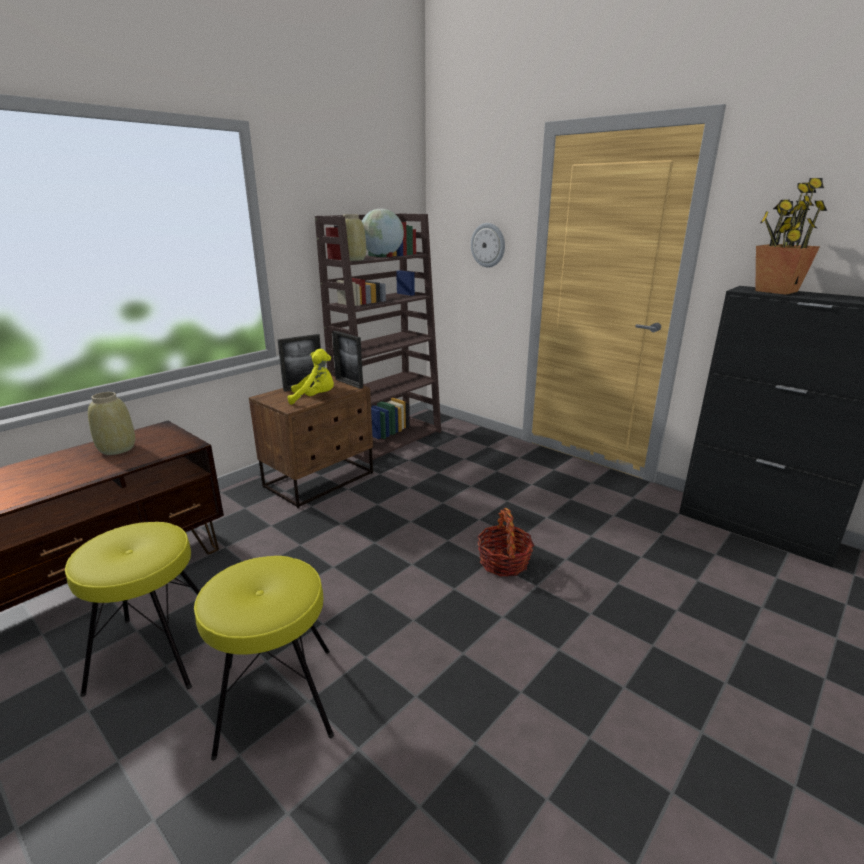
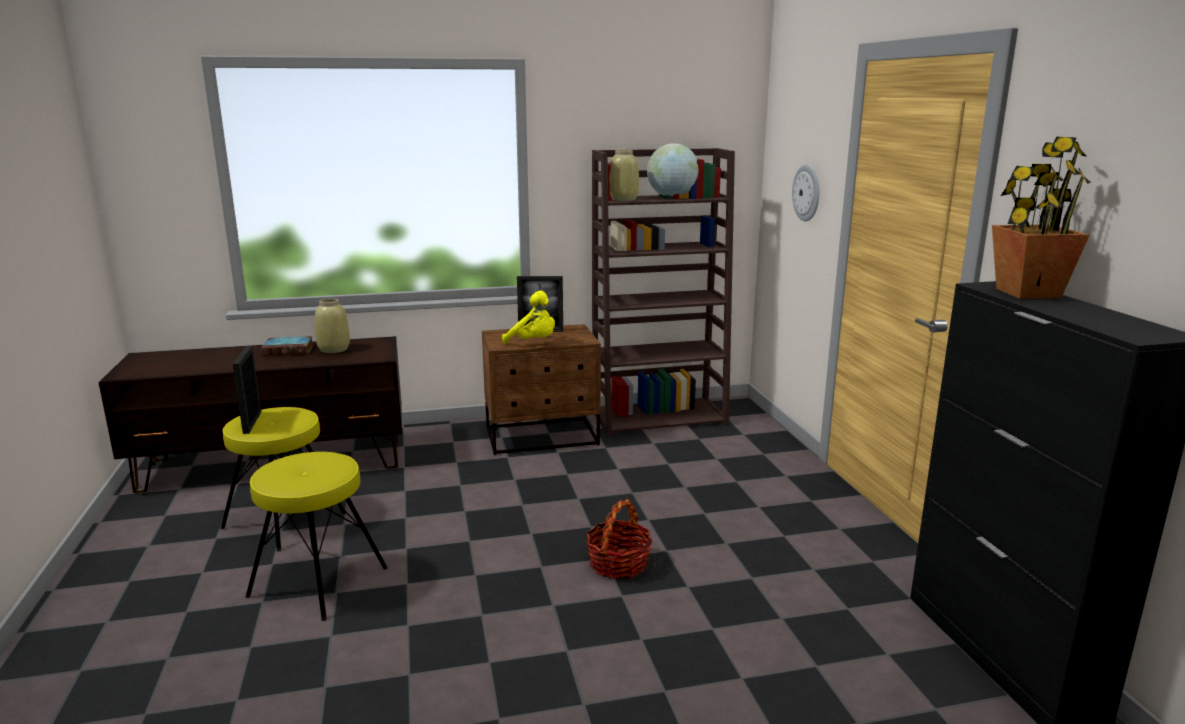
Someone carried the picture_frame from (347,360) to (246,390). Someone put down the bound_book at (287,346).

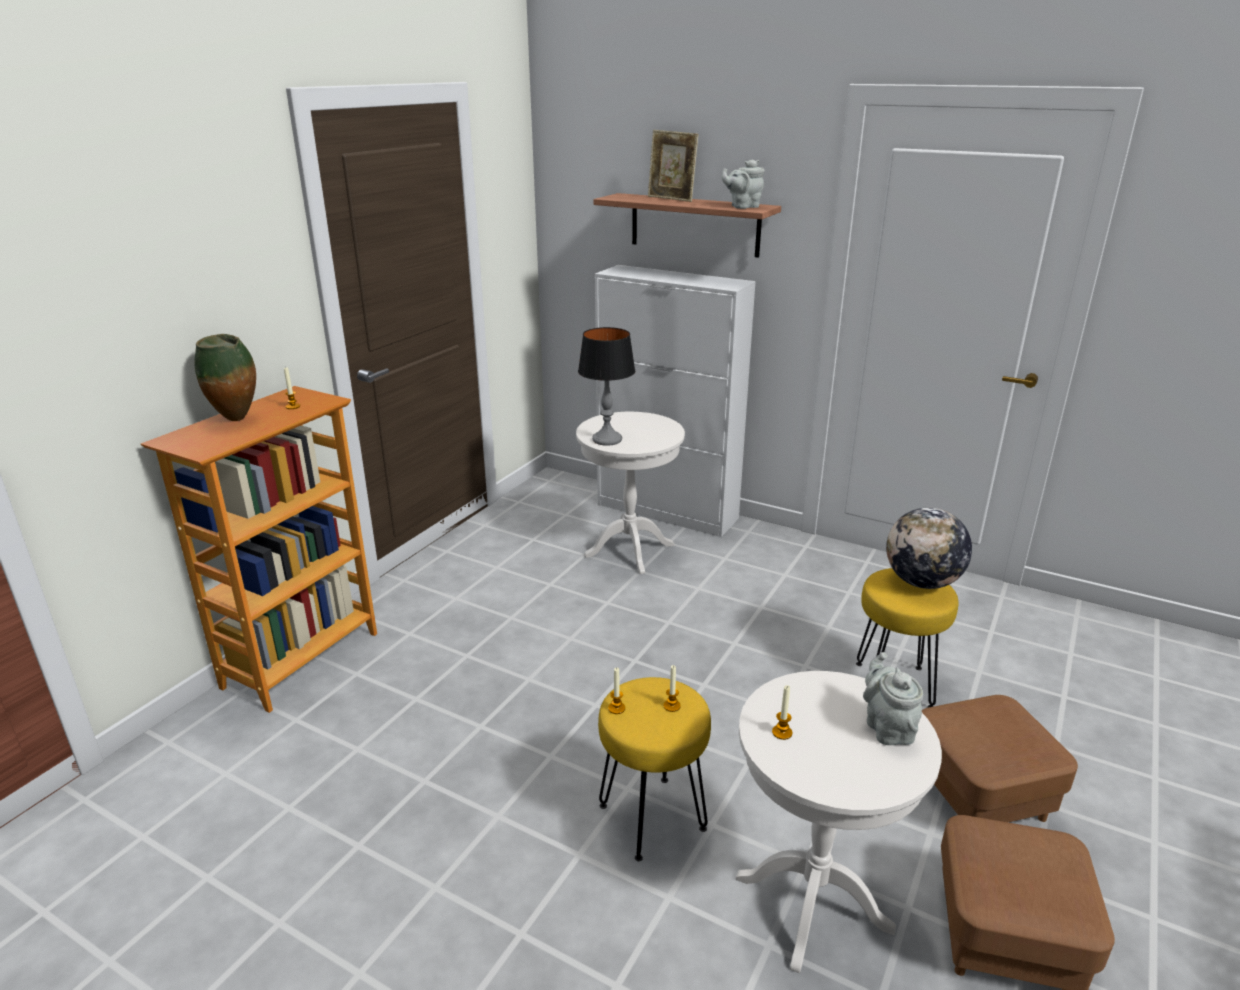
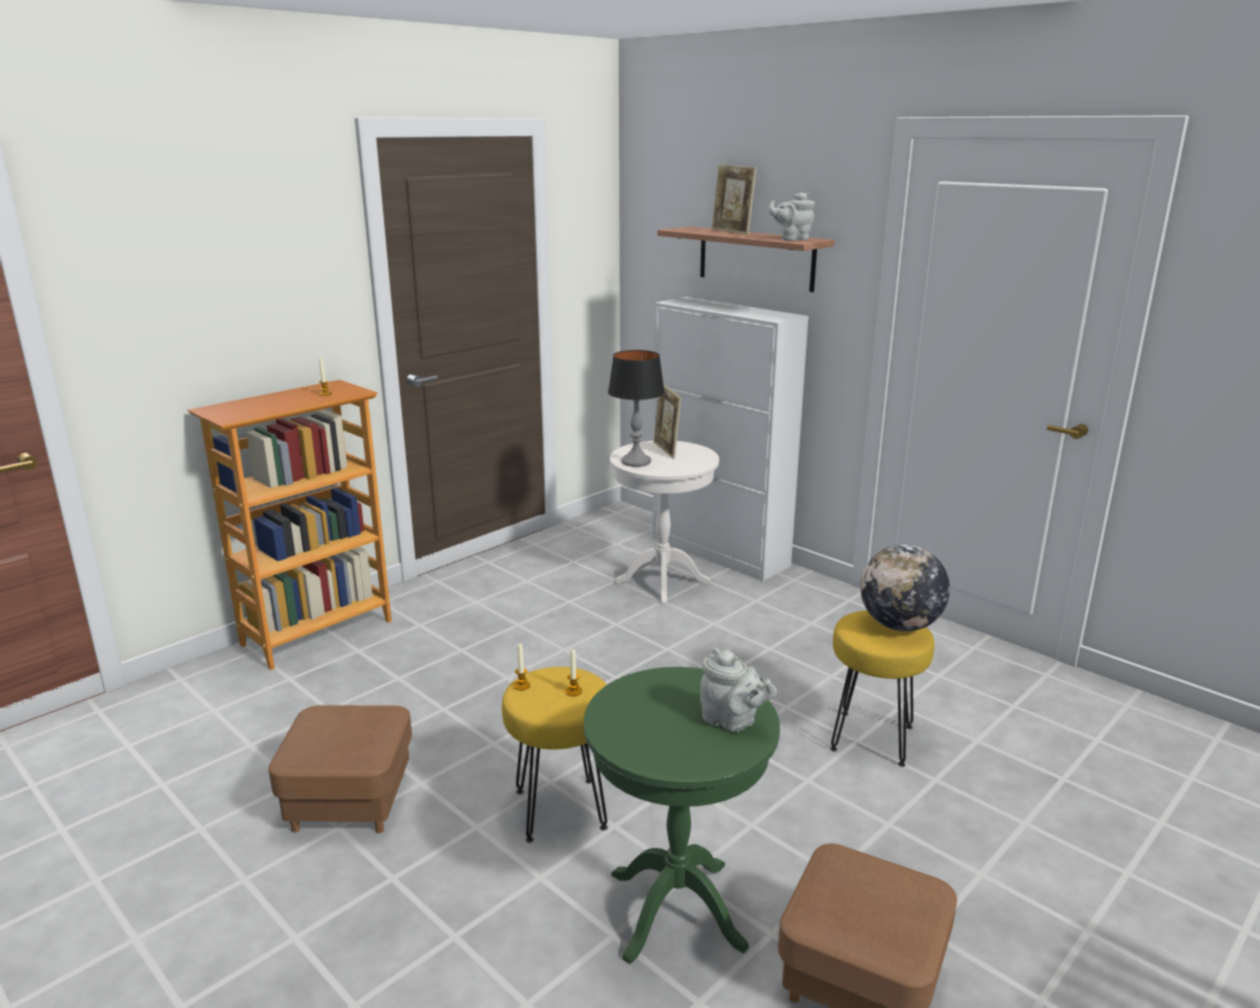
Someone took away the flower_vase at (225,377). Someone rotated the greyish_teapot at (893,698) by 120 degrees clockwise. Someone repainted the white-coloured_side_table at (838,822), which became the greenish_side_table at (682,815). Someone took away the candle at (782,712). Someone carried the brownish_ottoman from (1000,758) to (340,769). Someone put down the picture_frame at (667,422).

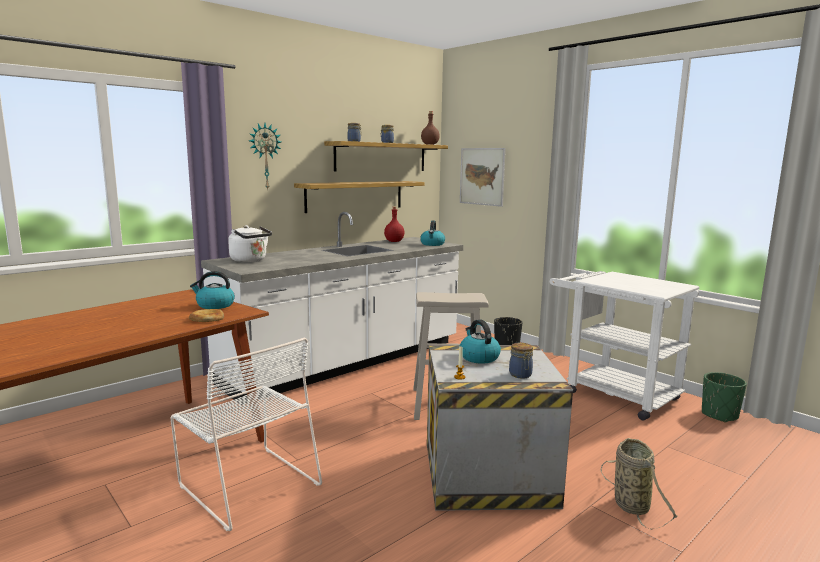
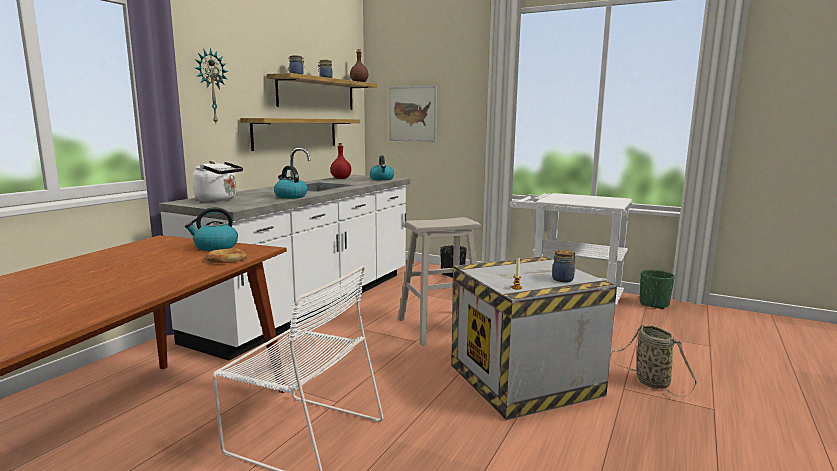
Someone carried the kettle from (480,341) to (290,182).

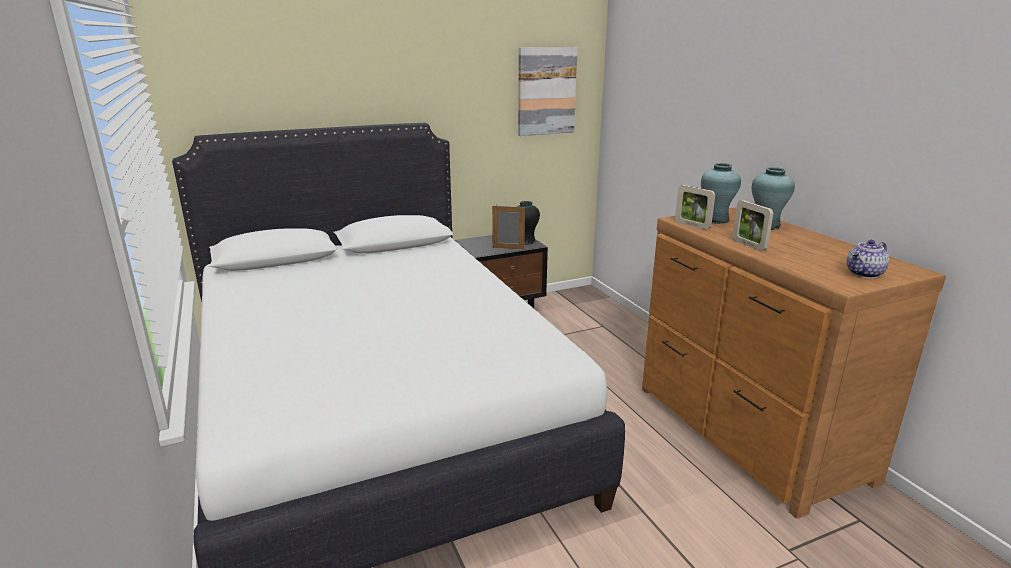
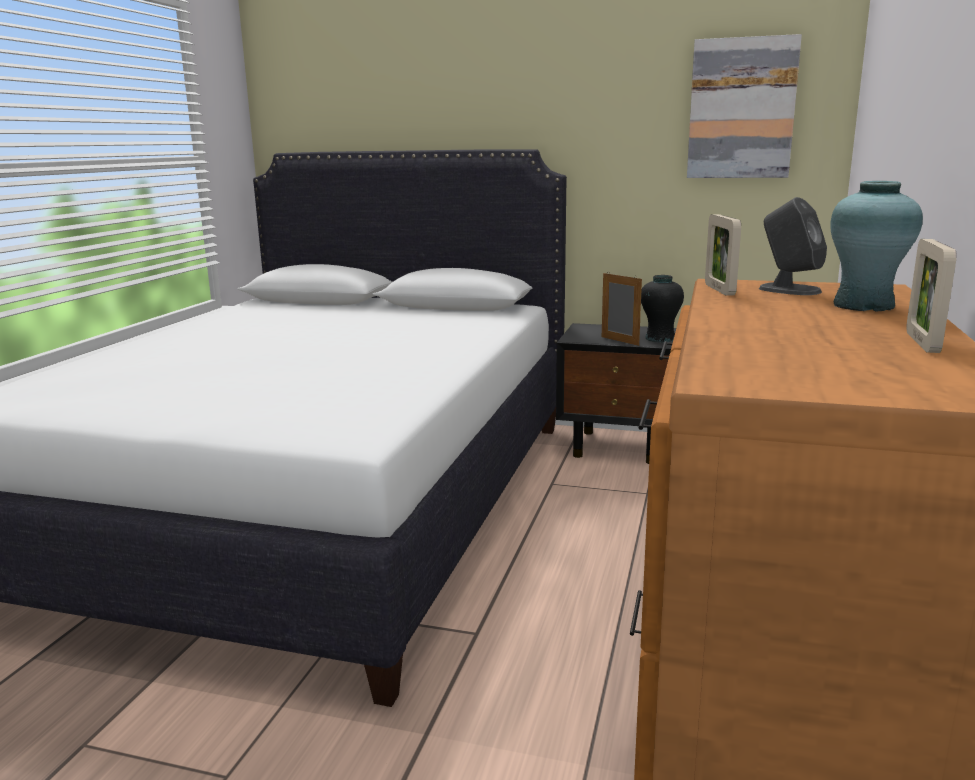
Someone swapped the turquoise_flower_vase at (721,193) for the greyish_audio_speaker at (793,246). Someone carried the picture_frame from (752,225) to (931,296). Someone took away the teapot at (868,259).

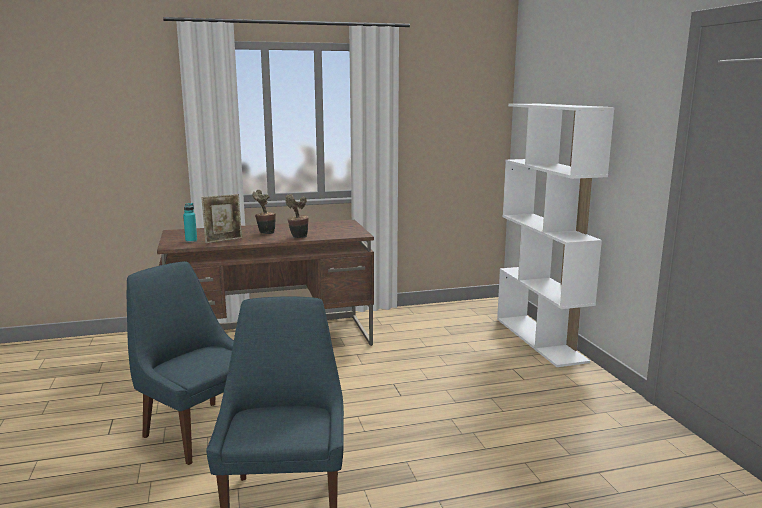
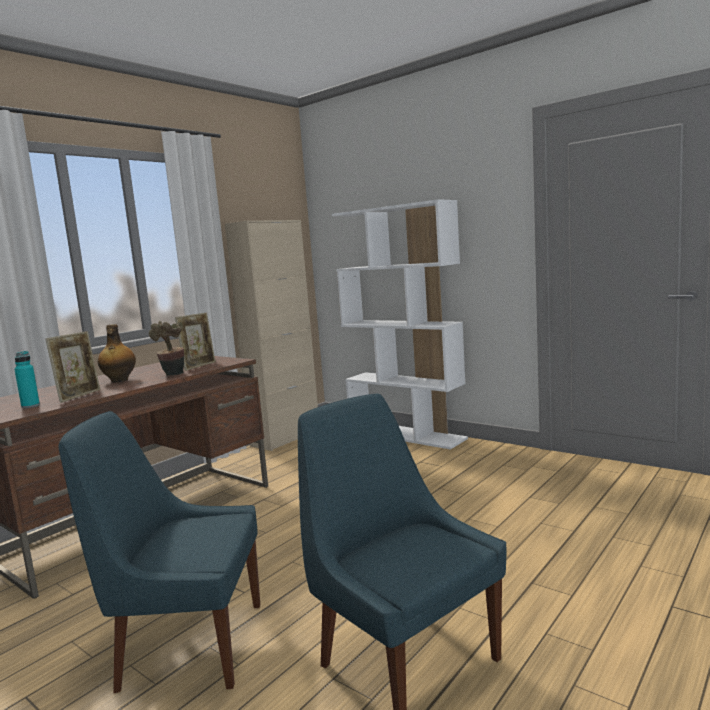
Someone swapped the houseplant at (264,212) for the bottle at (117,353). Someone put down the beige_storage_cabinet at (271,335). Someone put down the picture_frame at (195,341).

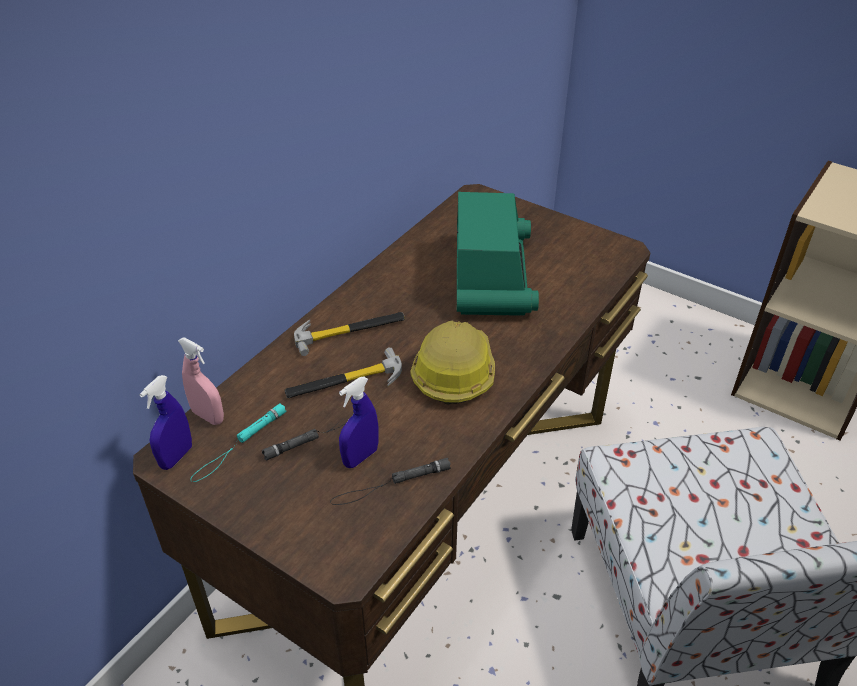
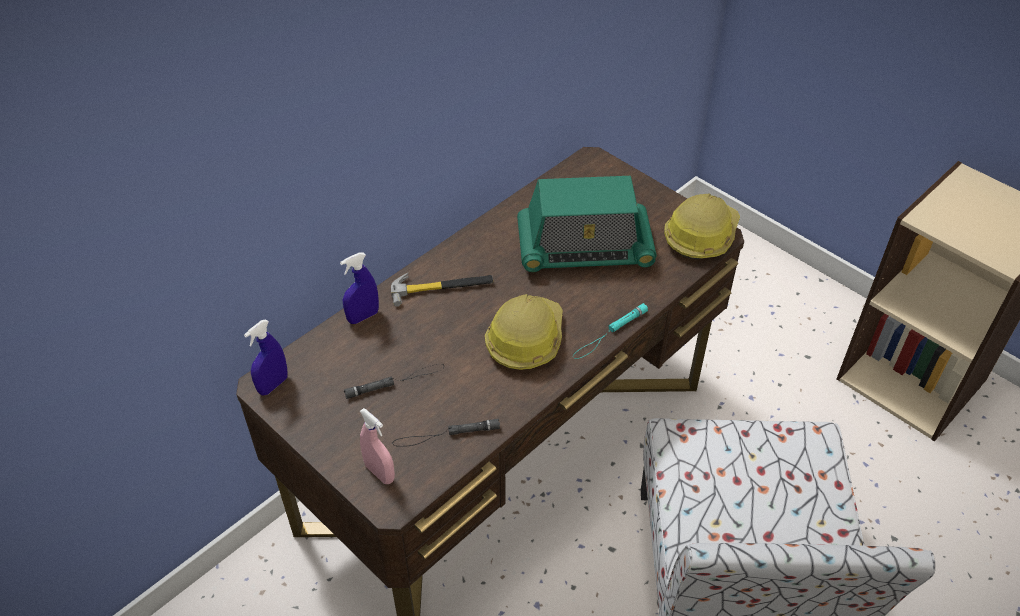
Someone rotated the radio_receiver at (498,254) by 75 degrees clockwise. Someone carried the pink_hand_sprayer from (201,381) to (377,446). Someone took away the tool_hammer at (343,372). Someone carried the bluish_hand_sprayer from (359,422) to (359,288). Someone carried the turquoise_flashlight from (238,442) to (610,331). Someone put down the hard_hat at (702,226).

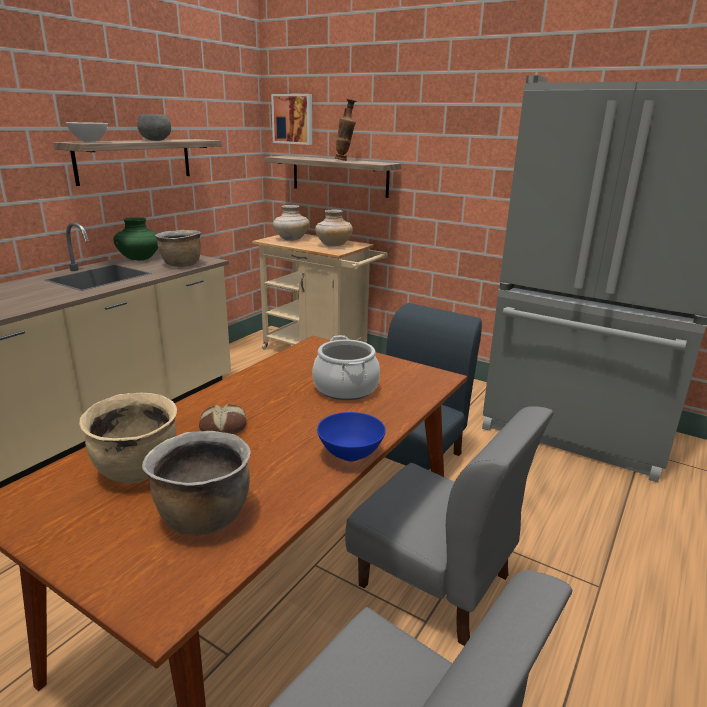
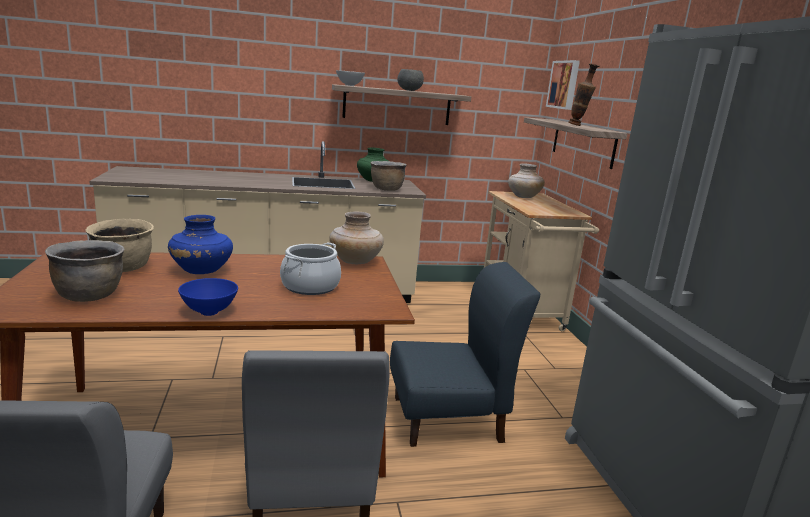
Someone carried the beige_flower_vase from (334,228) to (356,237). Someone swapped the baked_bread at (222,419) for the bluish_flower_vase at (200,244).

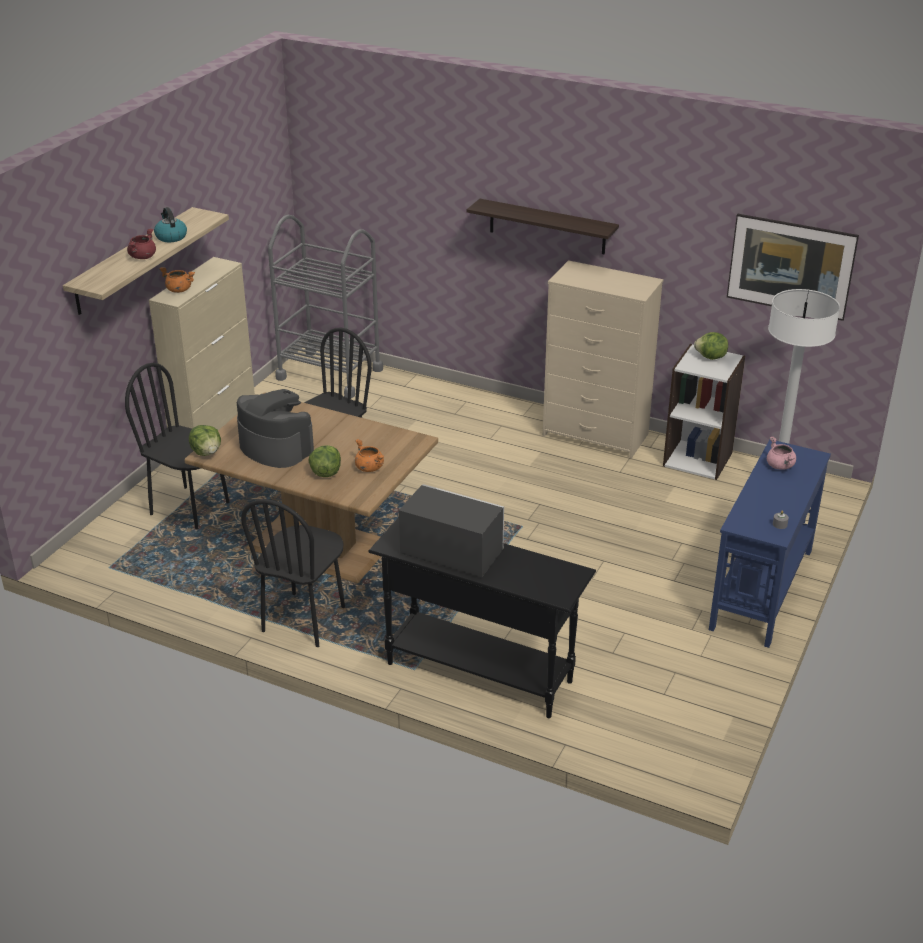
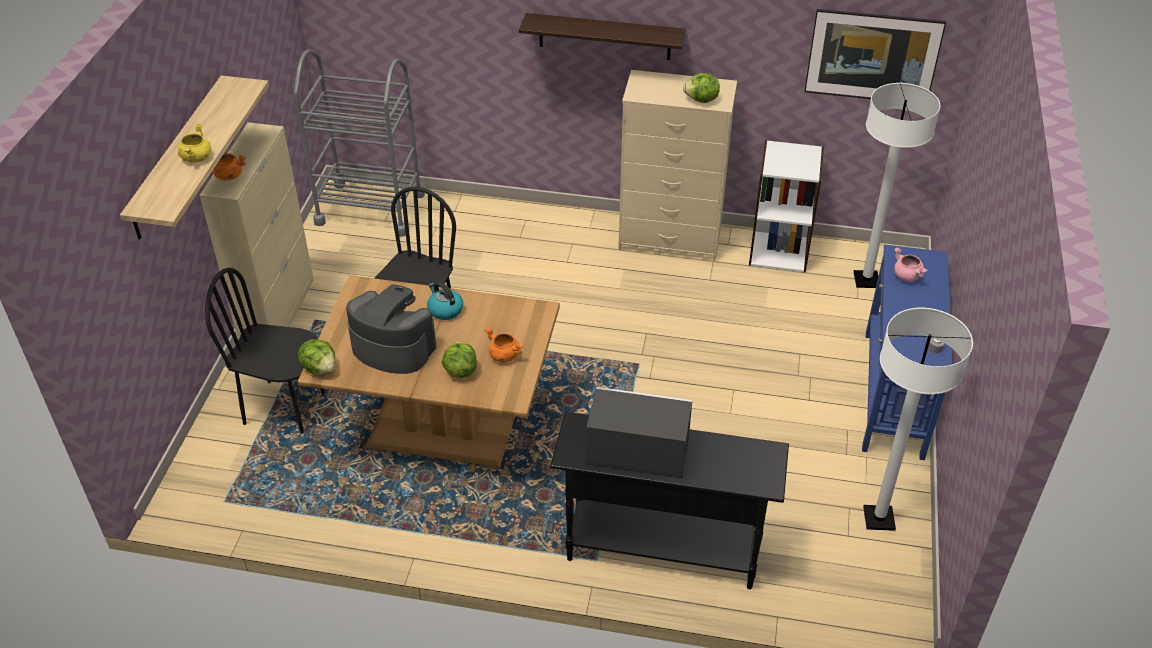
Someone carried the kettle from (170,224) to (445,301). Someone repainted the red-coloured_saucepot at (141,243), which became the yellowish_saucepot at (194,143). Someone carried the head_of_lettuce from (711,346) to (701,88). Someone took away the black_plain_chair at (293,573). Someone put down the white-coloured_floor_lamp at (918,419).

